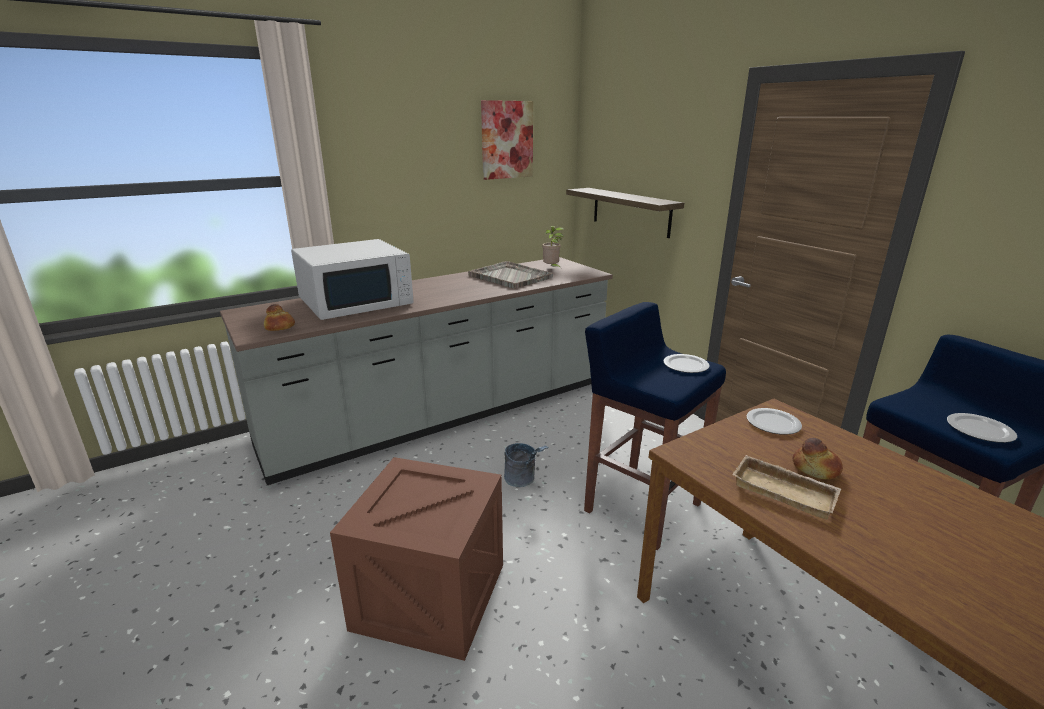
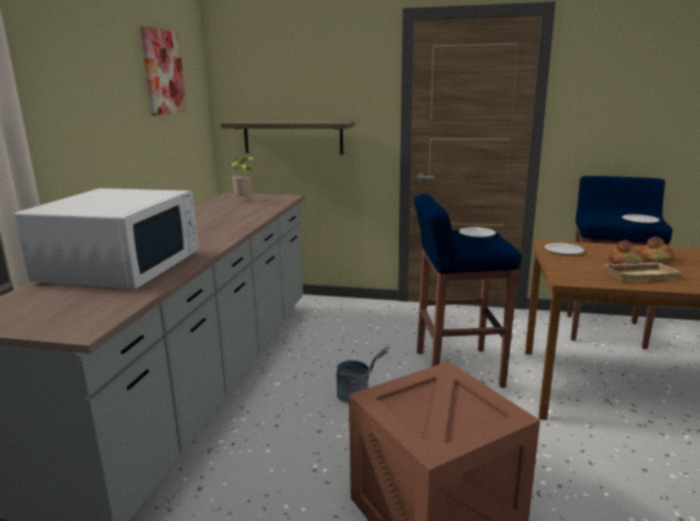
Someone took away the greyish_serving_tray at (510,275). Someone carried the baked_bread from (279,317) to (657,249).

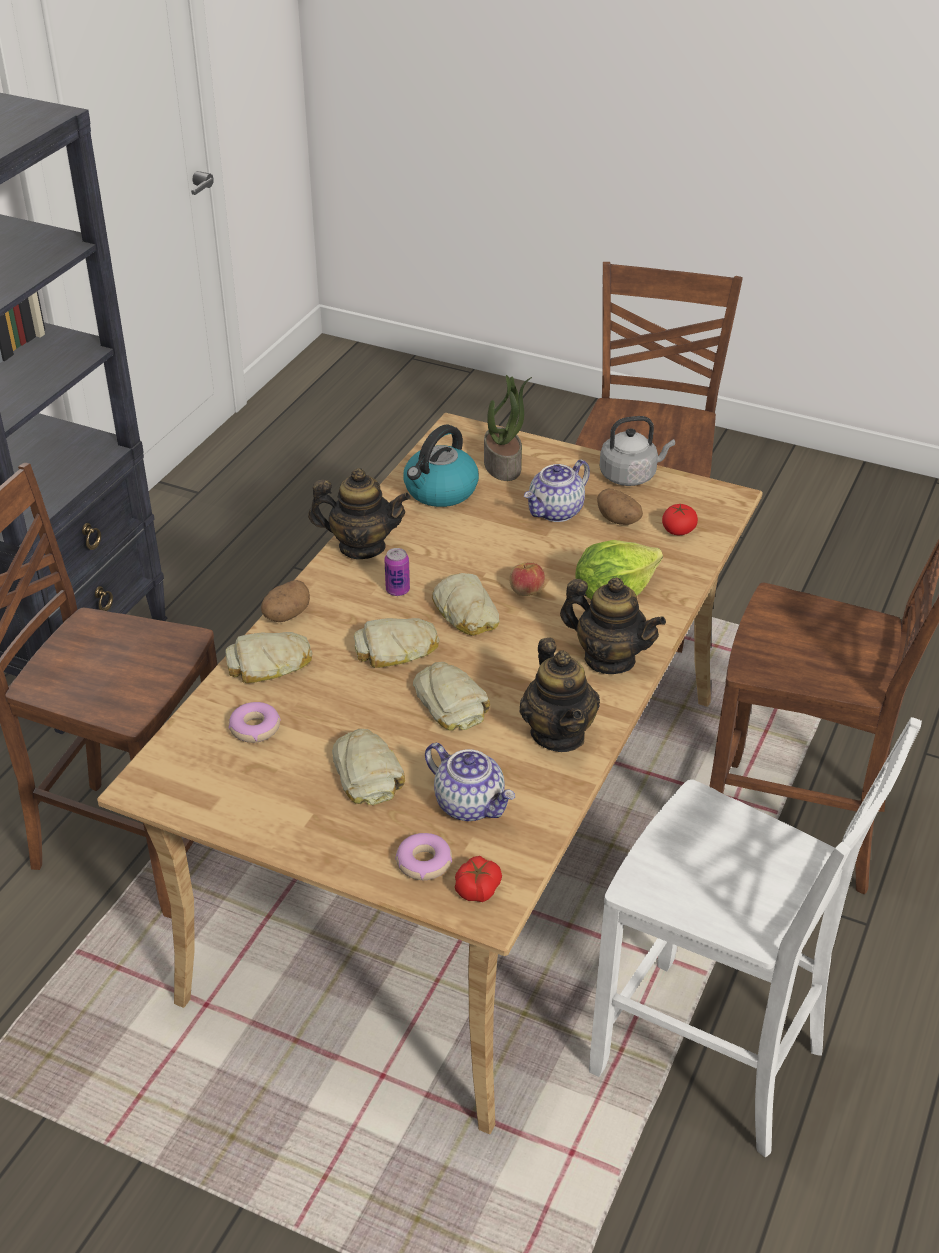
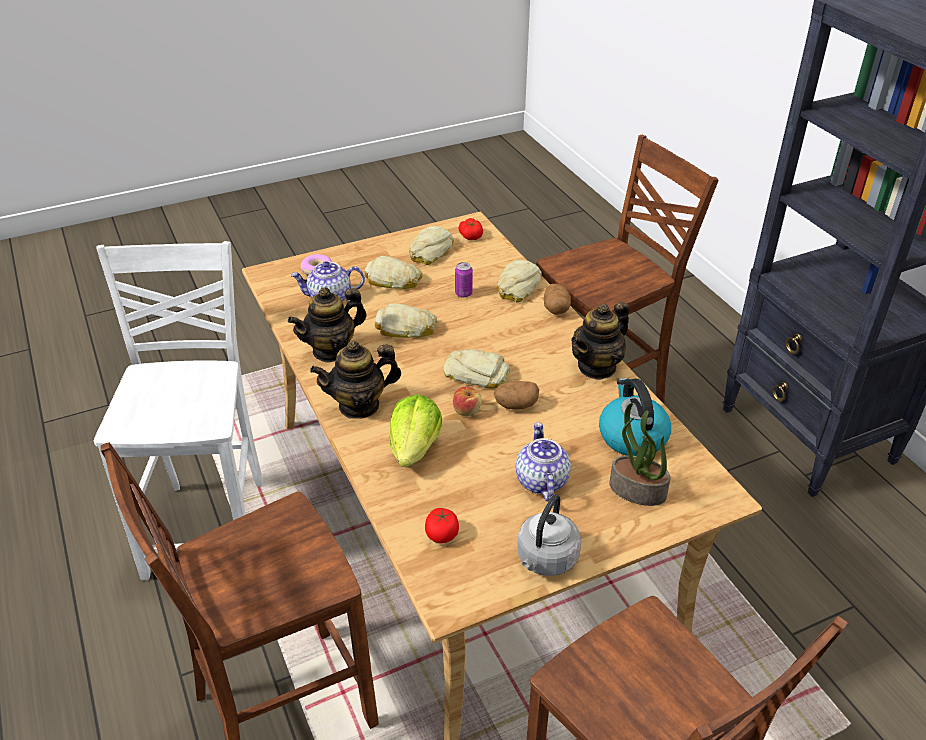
Someone carried the potato from (620,507) to (516,395). Someone carried the metal_can from (397,572) to (464,280). Someone carried the baked_bread from (396,643) to (431,245). Someone rotated the teapot at (560,695) by 60 degrees counterclockwise. Someone took away the donut at (254,722). Someone rotated the white-coloured_plain_chair at (755,937) by 105 degrees clockwise. Someone carried the whole_tomato from (478,879) to (470,229).

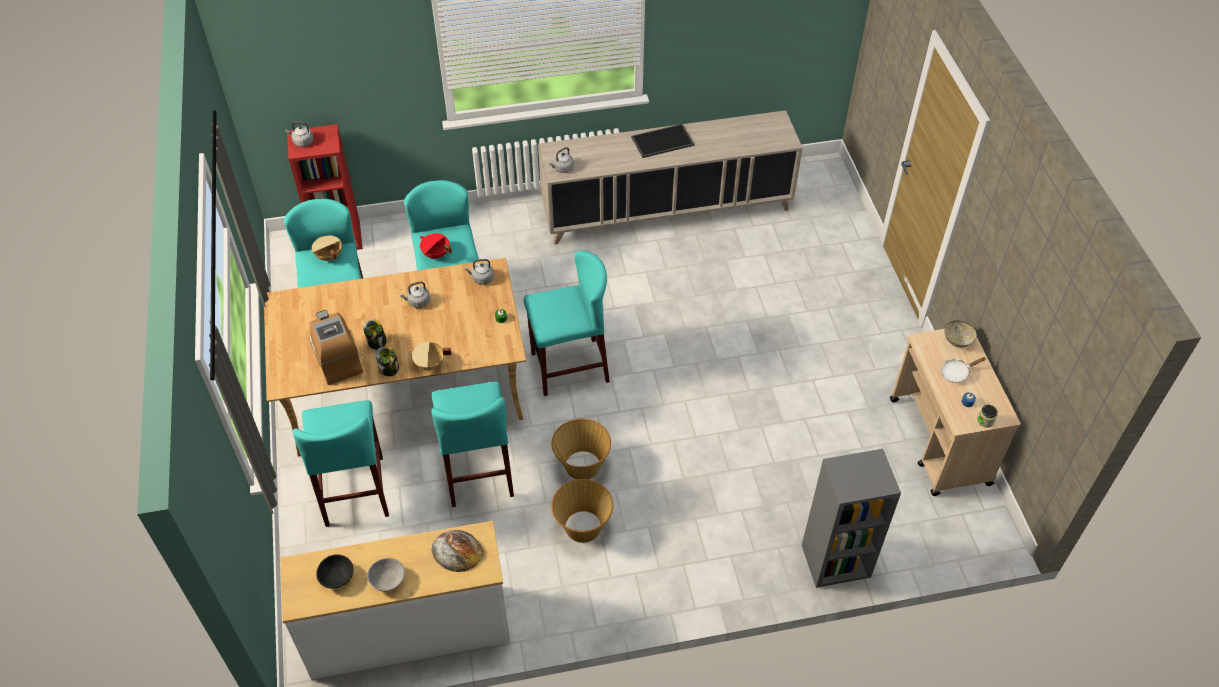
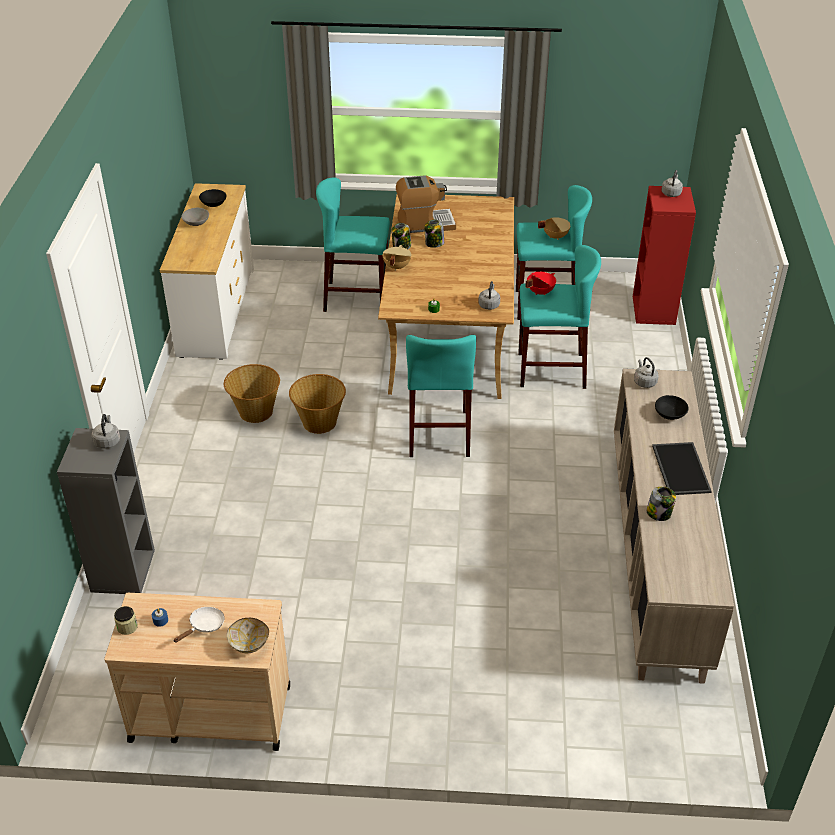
Someone carried the greyish_kettle from (415,294) to (106,431). Someone rotated the white-coloured_frying_pan at (963,370) by 45 degrees clockwise. Someone took away the turquoise_stool_seat at (472,444). Someone took away the baked_bread at (457,551). Someone put down the black_serving_bowl at (672,407). Someone put down the jar at (661,504).

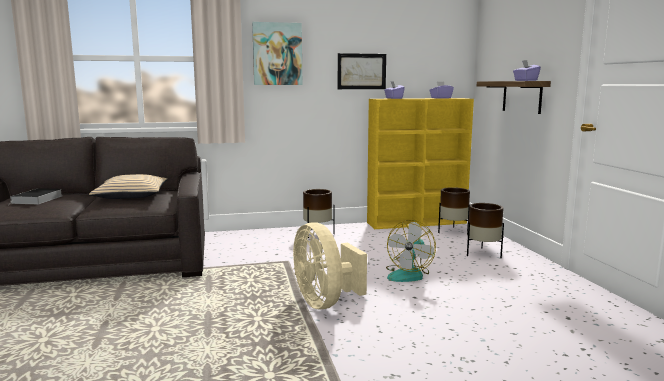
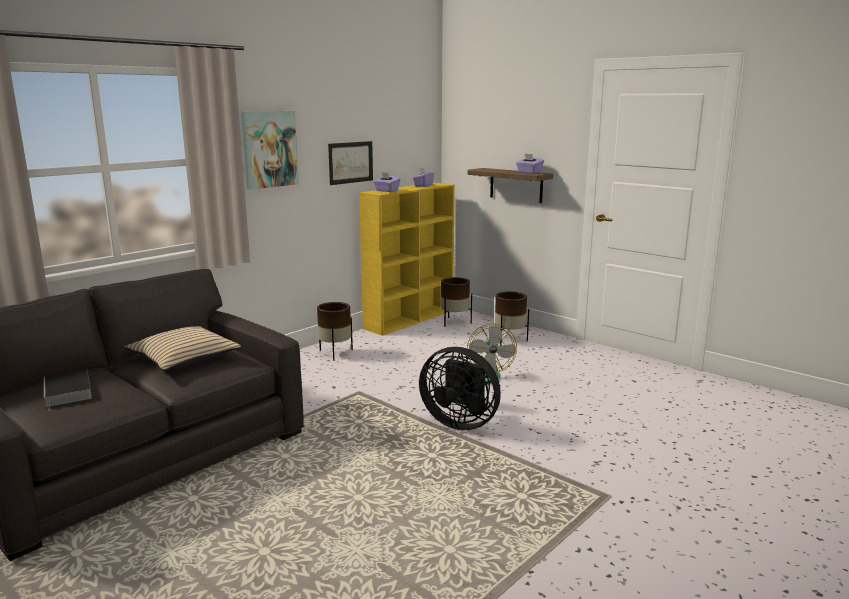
Someone repainted the beige_cooling_fan at (330,265), which became the black_cooling_fan at (460,388).

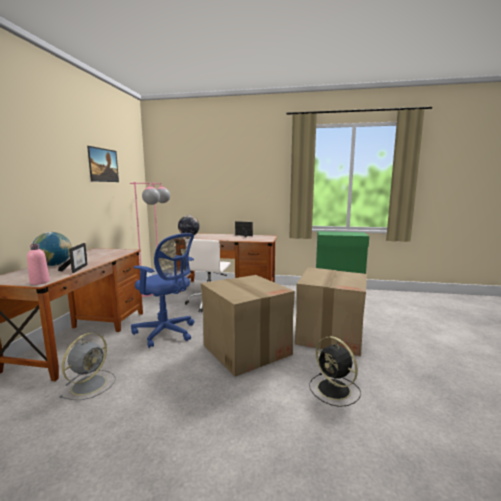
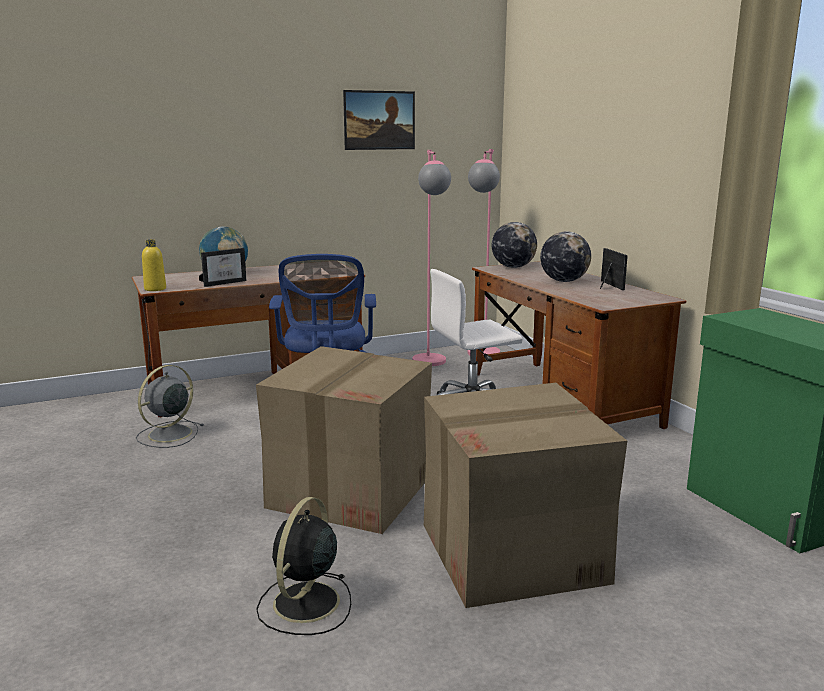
Someone repainted the pink_bottle at (38,264), which became the yellowish_bottle at (154,265). Someone rotated the greyish_cooling_fan at (87,366) by 135 degrees clockwise. Someone put down the world_globe at (565,256).

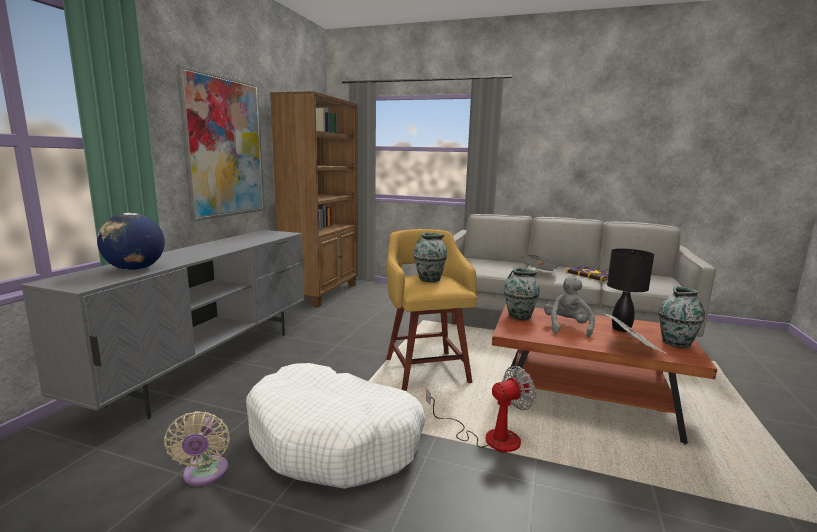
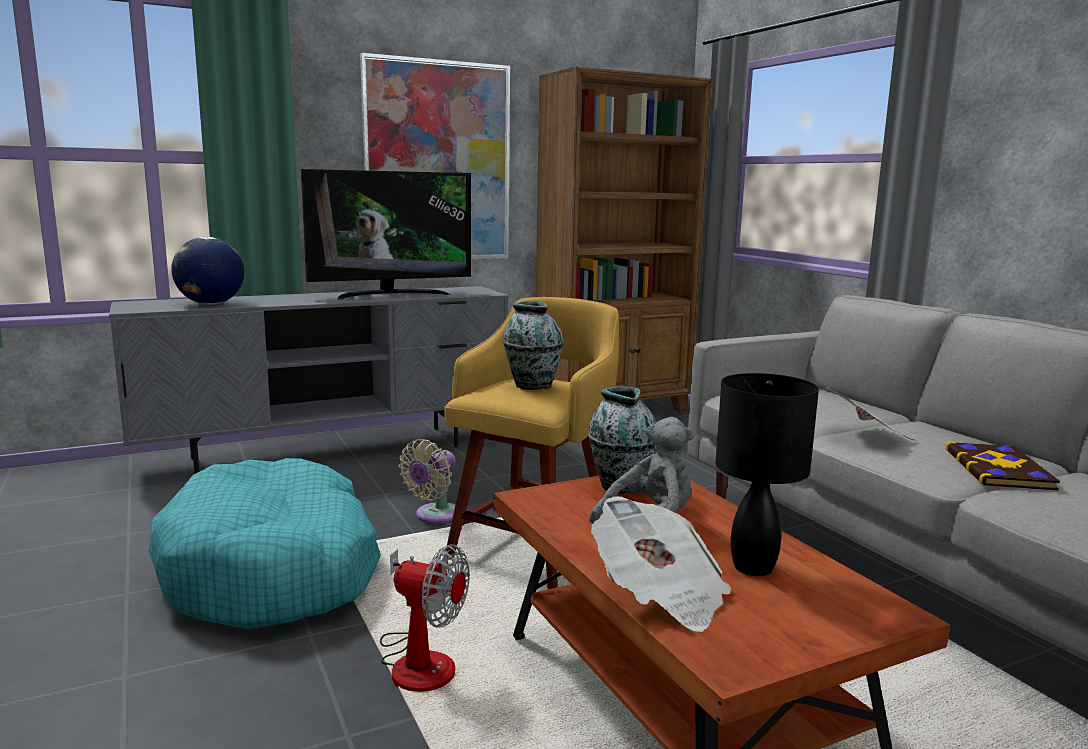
Someone took away the flower_vase at (681,317). Someone repainted the white-coloured_pet_bed at (335,426), which became the turquoise_pet_bed at (265,543). Someone carried the beige_cooling_fan from (197,448) to (427,481). Someone put down the TV_set at (386,234).

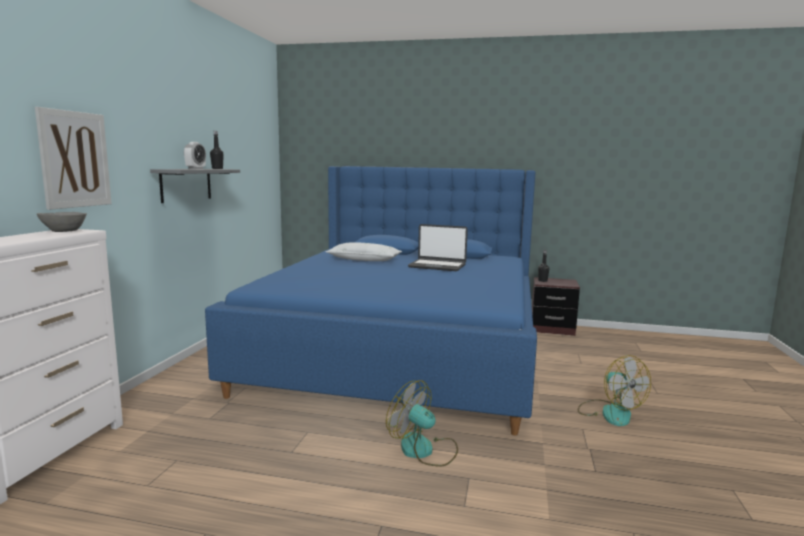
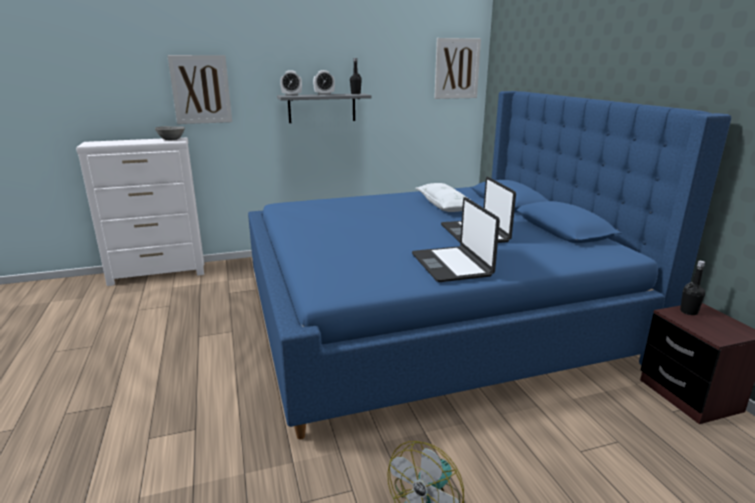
Someone took away the cooling_fan at (422,423). Someone put up the picture at (457,68). Someone put down the table_clock at (291,83). Someone put down the laptop at (456,239).

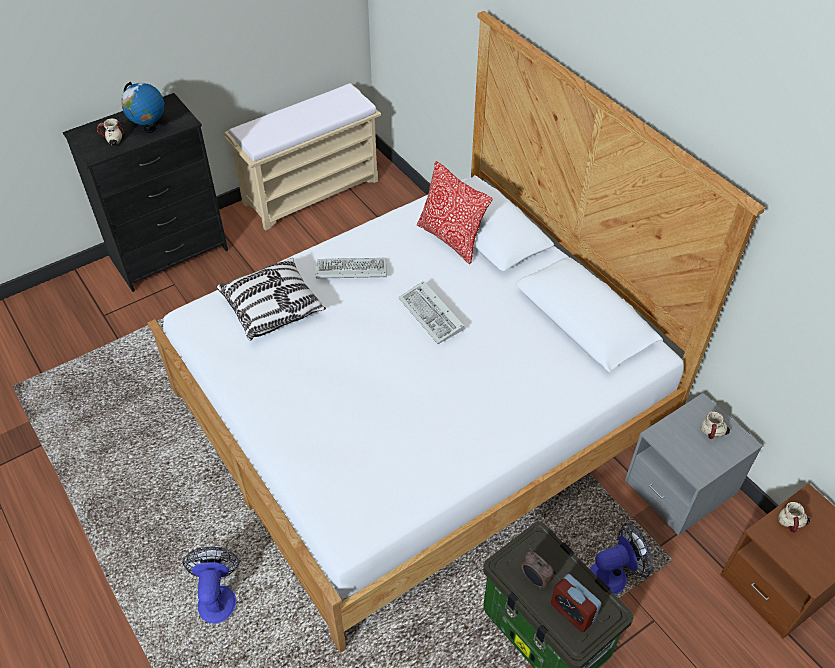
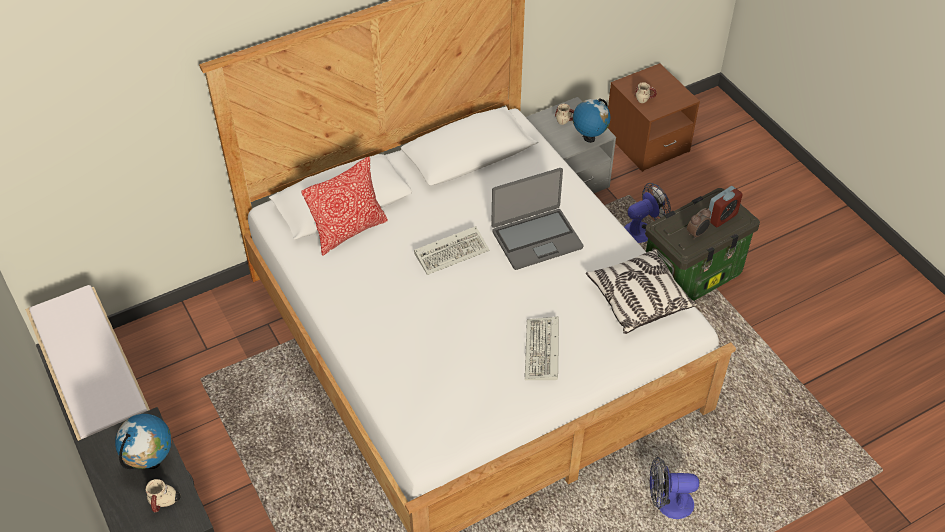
Someone carried the throw_pillow from (271,299) to (641,291). Someone carried the PC_keyboard from (351,268) to (542,348). Someone rotated the cooling_fan at (621,559) by 75 degrees clockwise. Someone put down the world_globe at (592,120). Someone put down the laptop at (537,219).

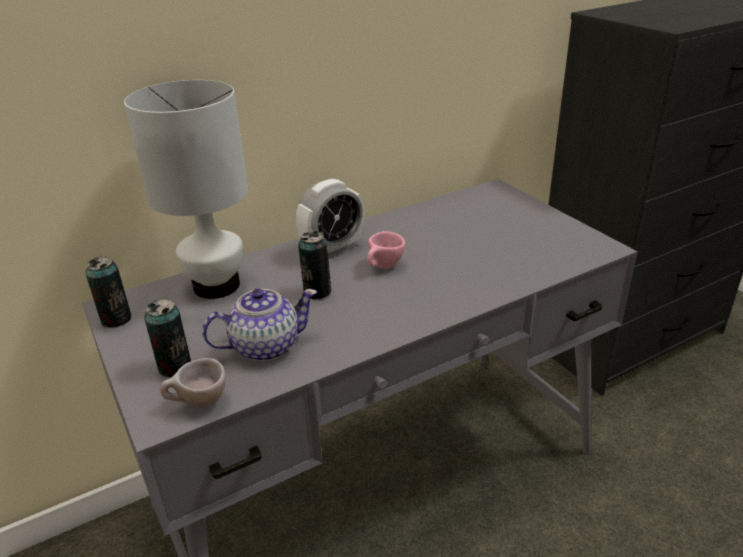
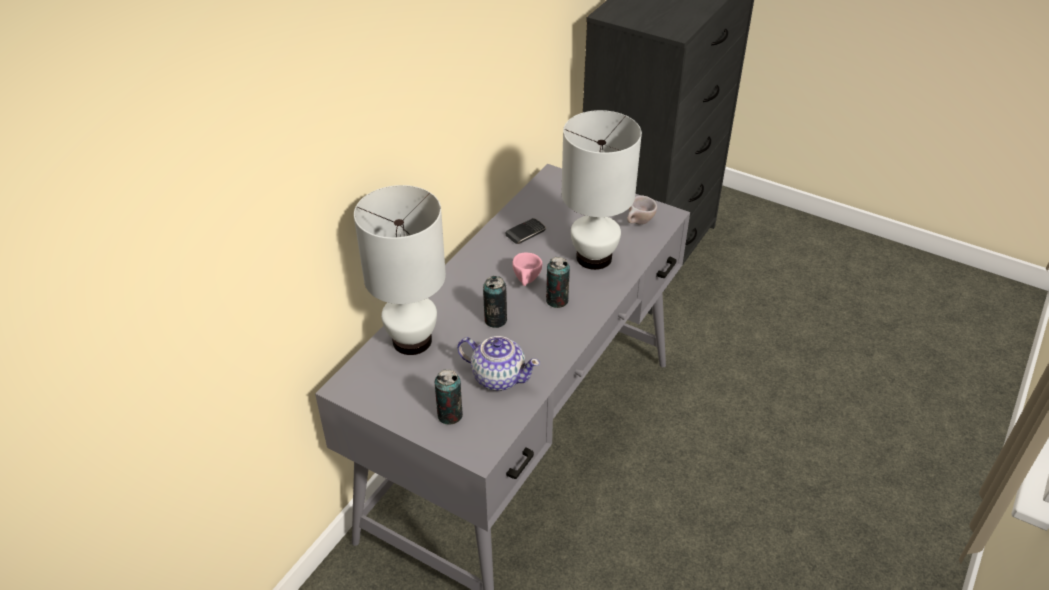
Someone took away the table_clock at (330,218). Someone carried the metal_can from (108,292) to (558,282). Someone rotated the teapot at (259,325) by 75 degrees clockwise. Someone carried the beige_cup from (193,383) to (642,210). Someone put down the white-coloured_table_lamp at (602,190). Someone put down the handset at (525,231).

